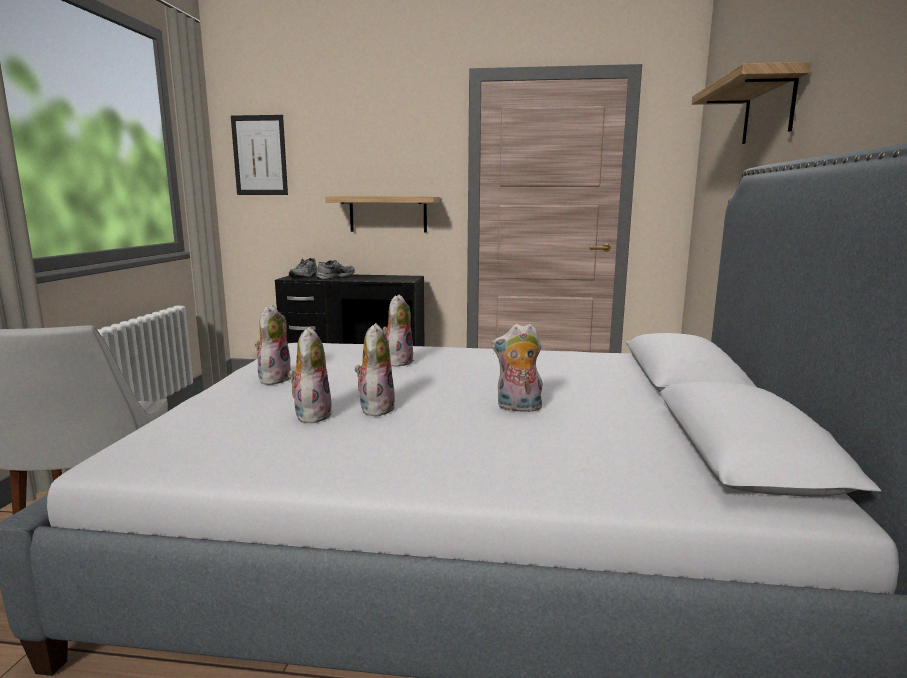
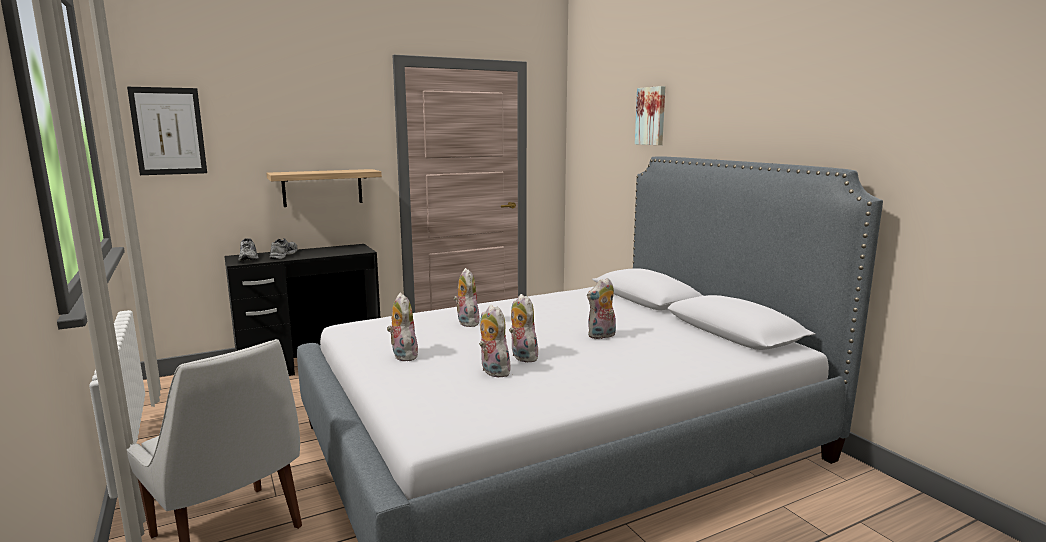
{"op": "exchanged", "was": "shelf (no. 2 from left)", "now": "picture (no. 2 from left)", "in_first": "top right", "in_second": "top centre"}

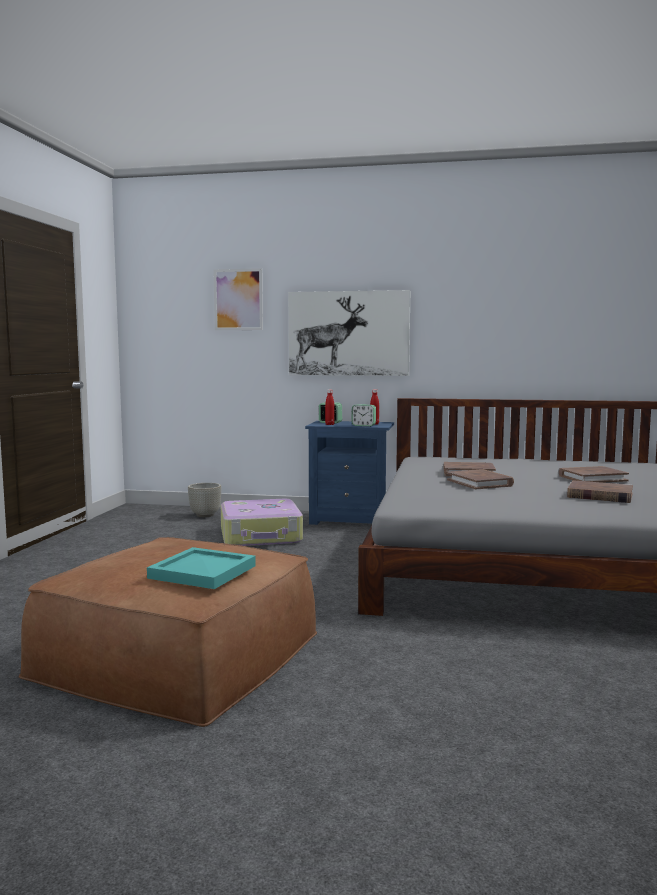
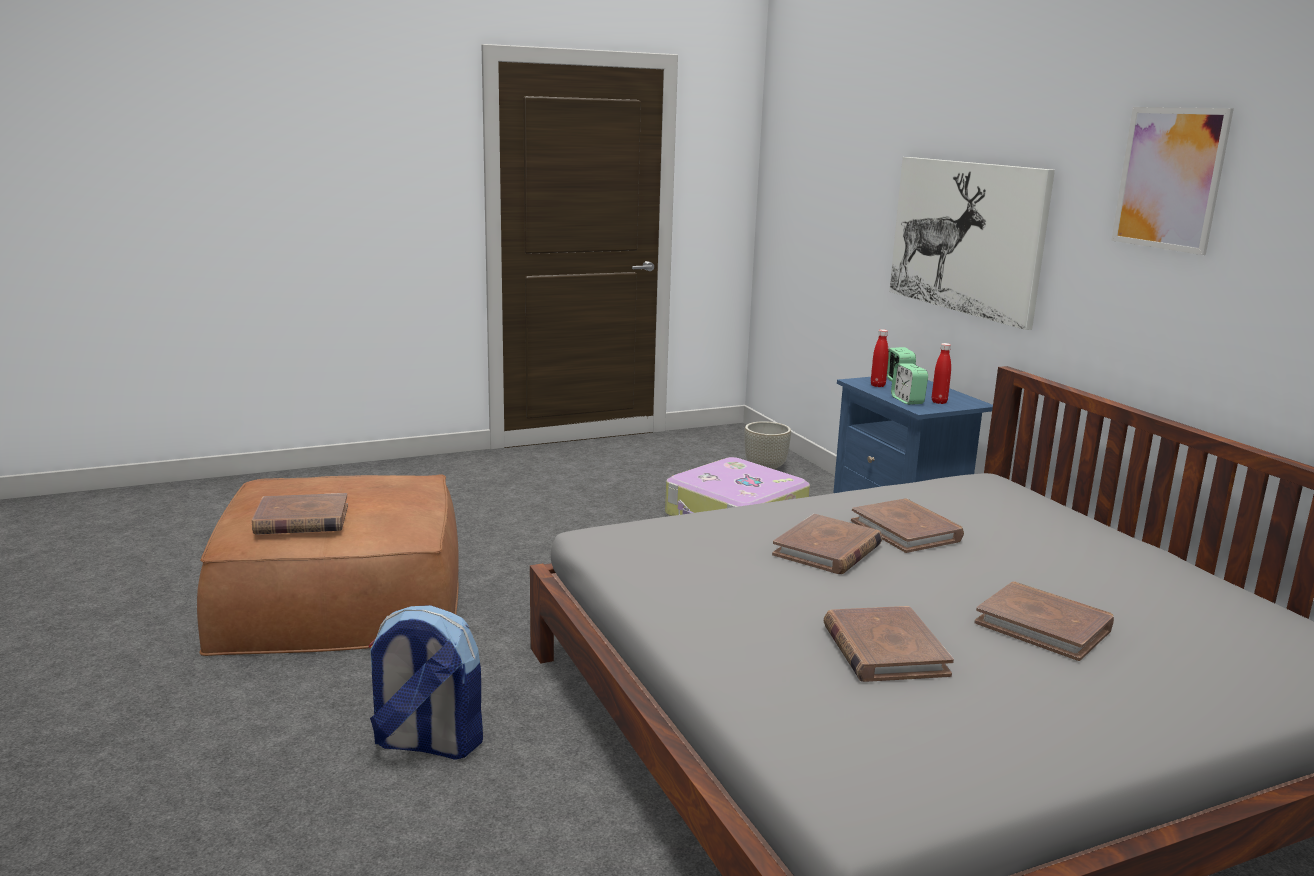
{"op": "exchanged", "was": "tray in turquoise", "now": "book in brown (no. 1 from left)", "in_first": "middle left", "in_second": "middle left"}
{"op": "appeared", "now": "backpack", "in_second": "bottom left"}
{"op": "relocated", "was": "picture (no. 1 from left in the first image)", "now": "picture (no. 2 from left)", "in_first": "centre", "in_second": "top right"}

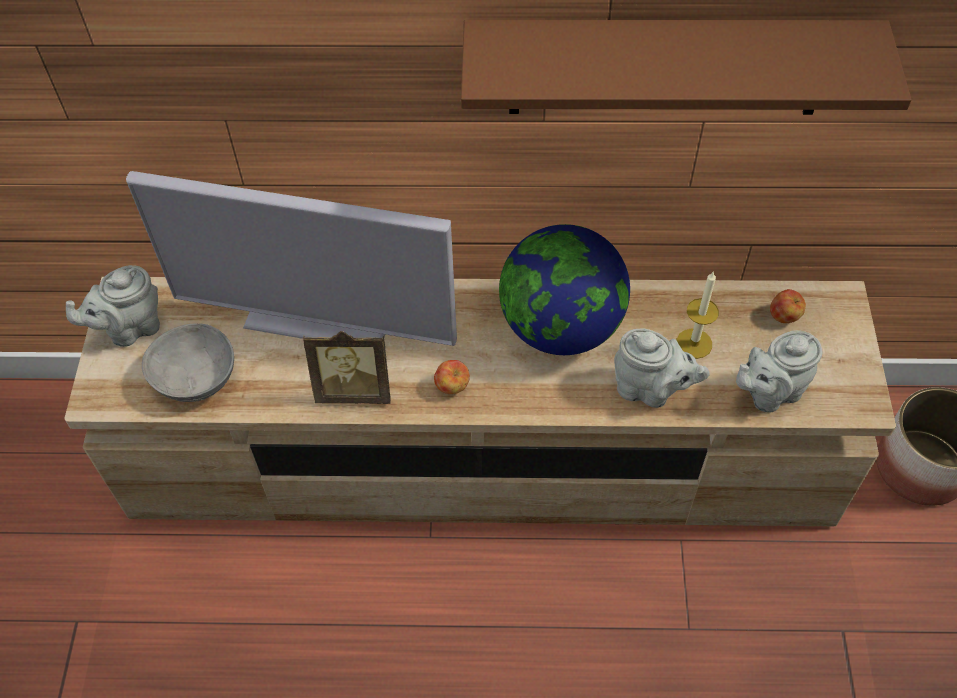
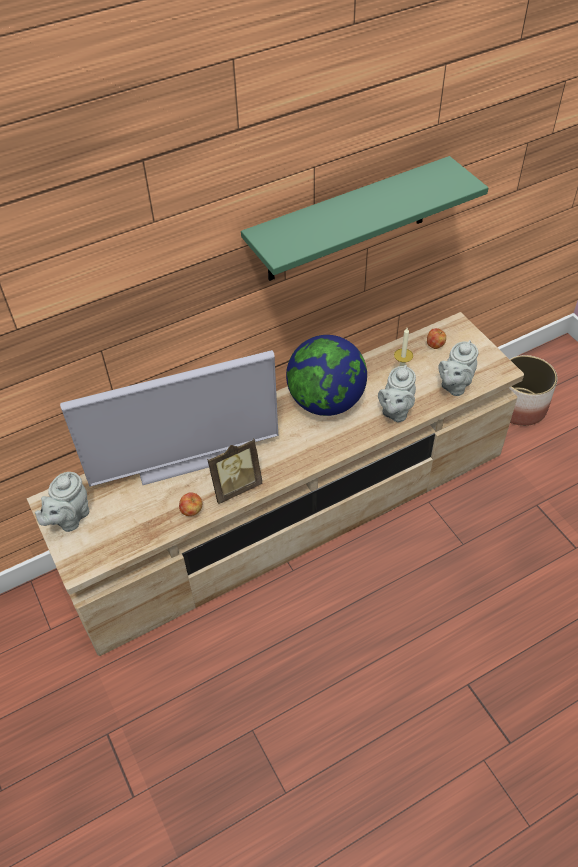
{"op": "relocated", "was": "apple (no. 1 from left)", "in_first": "centre", "in_second": "middle left"}
{"op": "colour", "was": "shelf in brown", "now": "shelf in green", "in_first": "top right", "in_second": "top centre"}
{"op": "spun", "was": "teapot in grey (no. 2 from left)", "in_first": "middle right", "in_second": "middle right", "clockwise": 120}
{"op": "missing", "was": "bowl in grey", "in_first": "middle left"}

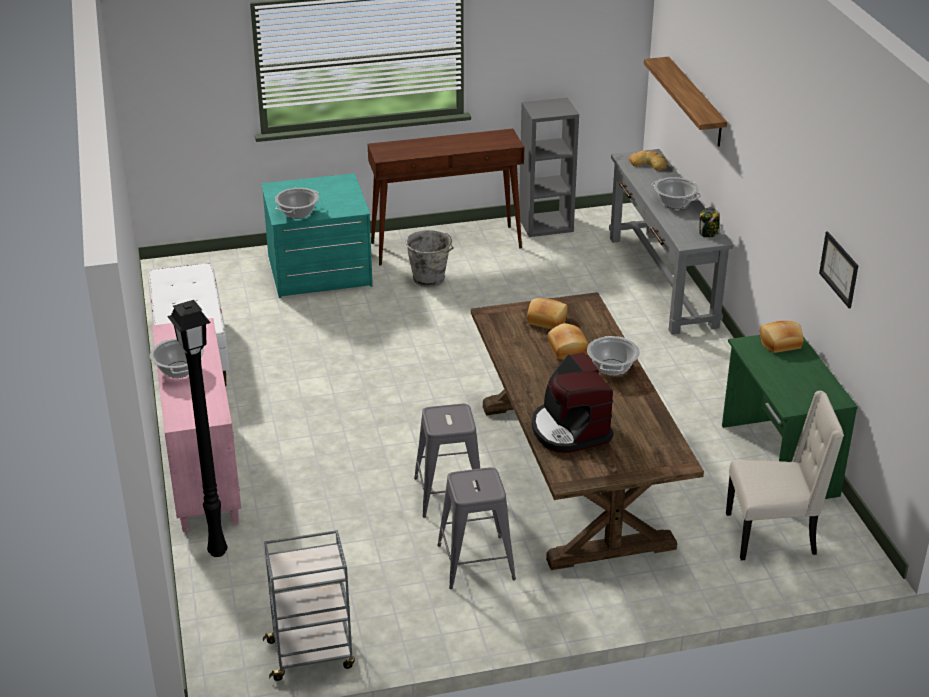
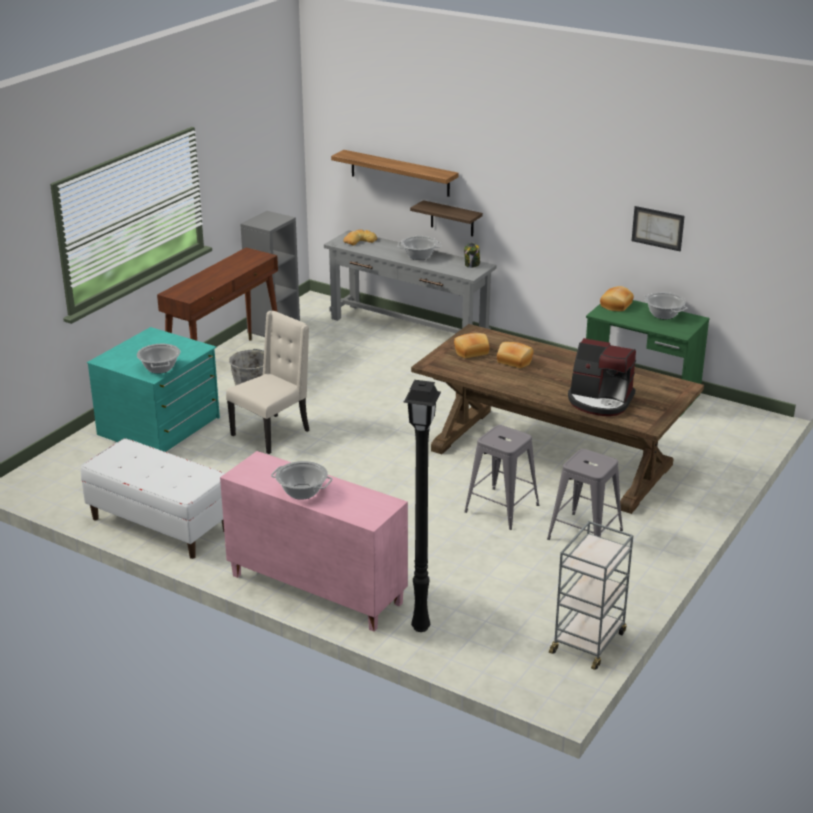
{"op": "relocated", "was": "chair in beige", "in_first": "bottom right", "in_second": "middle left"}
{"op": "appeared", "now": "shelf (no. 2 from left)", "in_second": "top centre"}
{"op": "relocated", "was": "cooking pot (no. 3 from left in the first image)", "now": "cooking pot (no. 4 from left)", "in_first": "centre", "in_second": "middle right"}

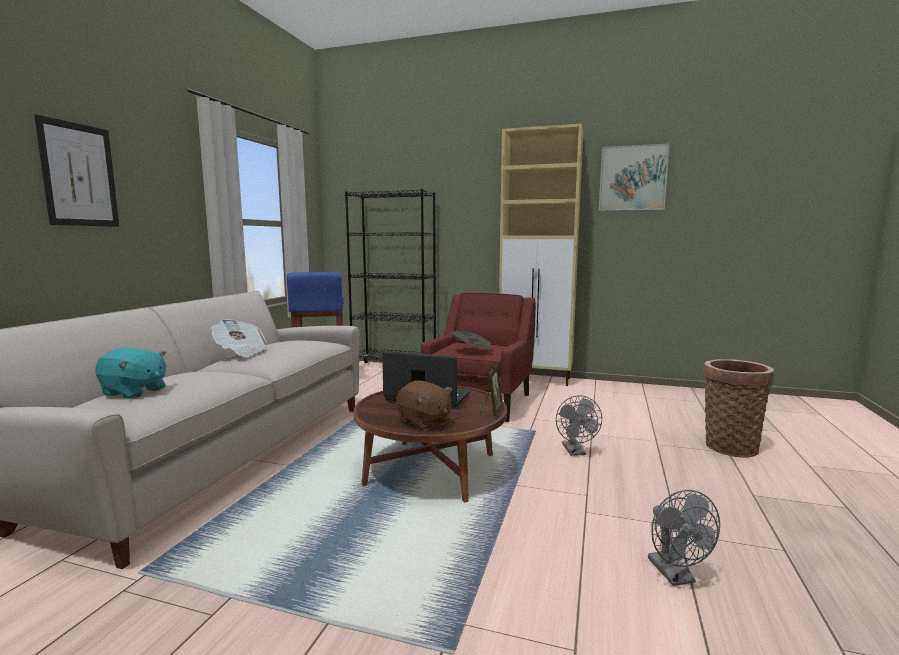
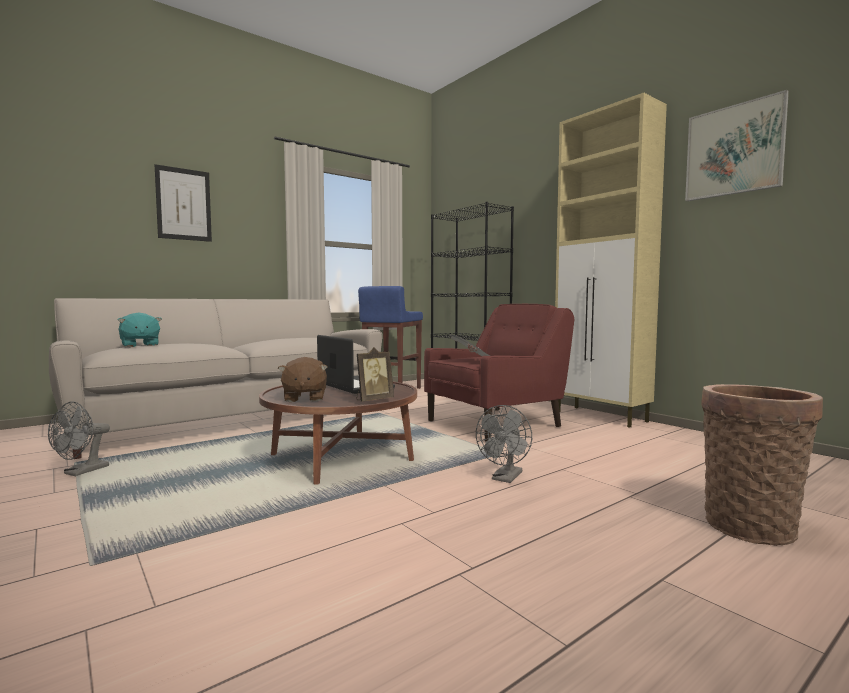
{"op": "relocated", "was": "fan in grey (no. 2 from left in the first image)", "now": "fan in grey (no. 1 from left)", "in_first": "bottom right", "in_second": "middle left"}
{"op": "missing", "was": "newspaper (no. 1 from left)", "in_first": "middle left"}

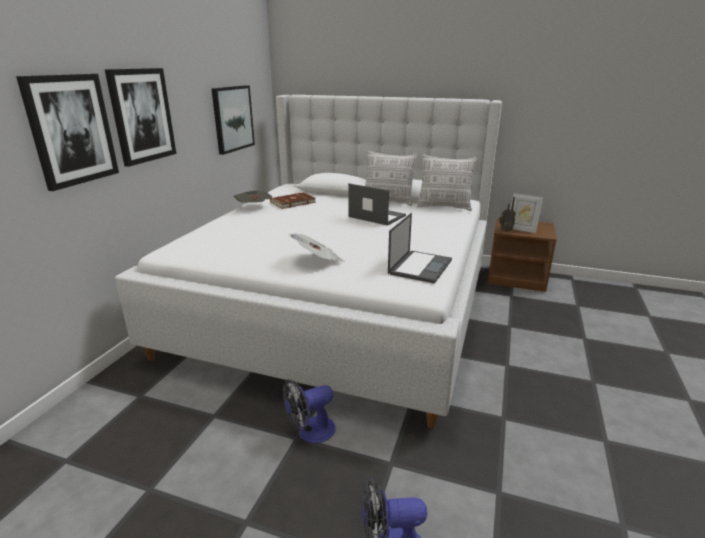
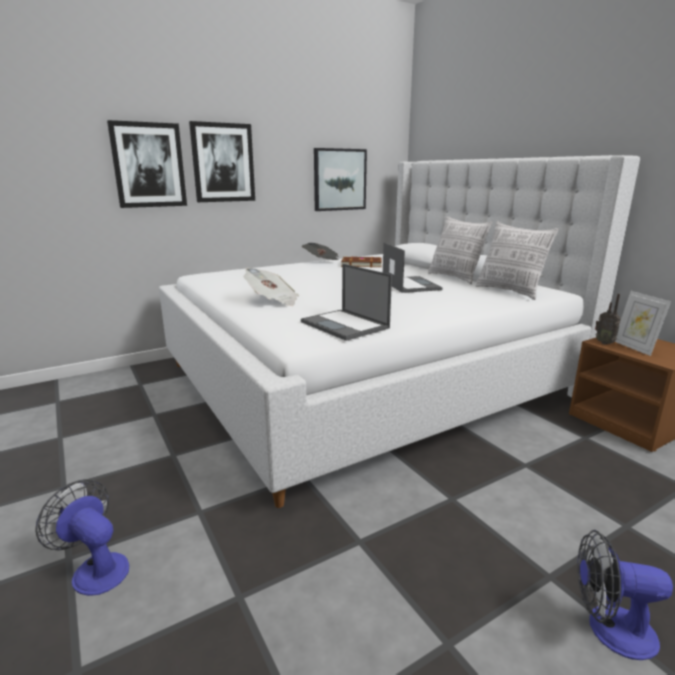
{"op": "spun", "was": "laptop (no. 2 from left in the first image)", "in_first": "centre", "in_second": "centre", "clockwise": 75}
{"op": "relocated", "was": "fan (no. 1 from left in the first image)", "now": "fan (no. 2 from left)", "in_first": "bottom centre", "in_second": "bottom right"}

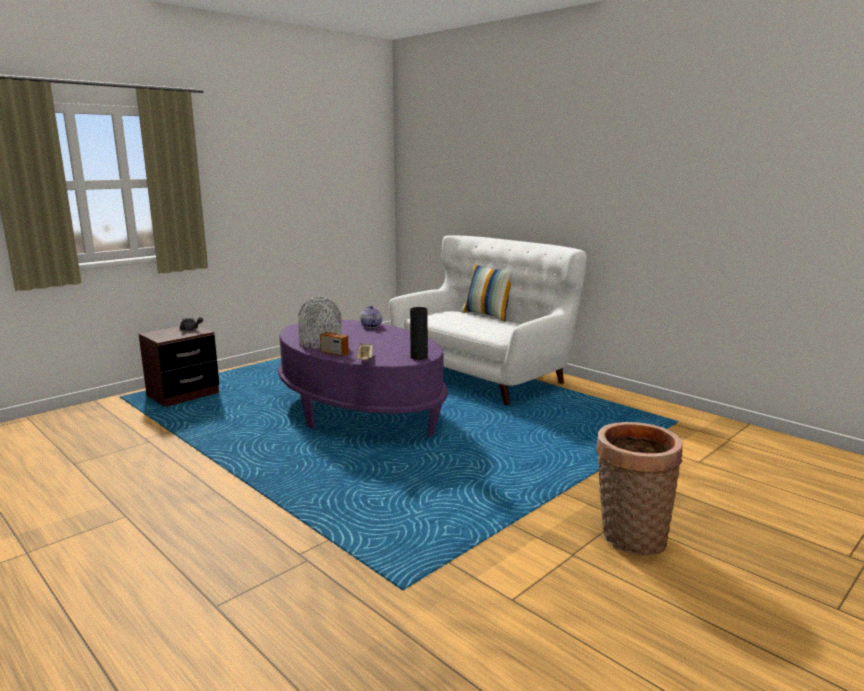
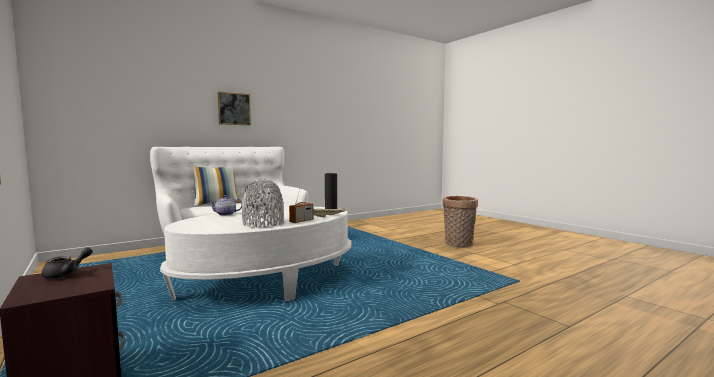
{"op": "colour", "was": "coffee table in purple", "now": "coffee table in white", "in_first": "centre", "in_second": "bottom centre"}
{"op": "appeared", "now": "picture", "in_second": "top left"}

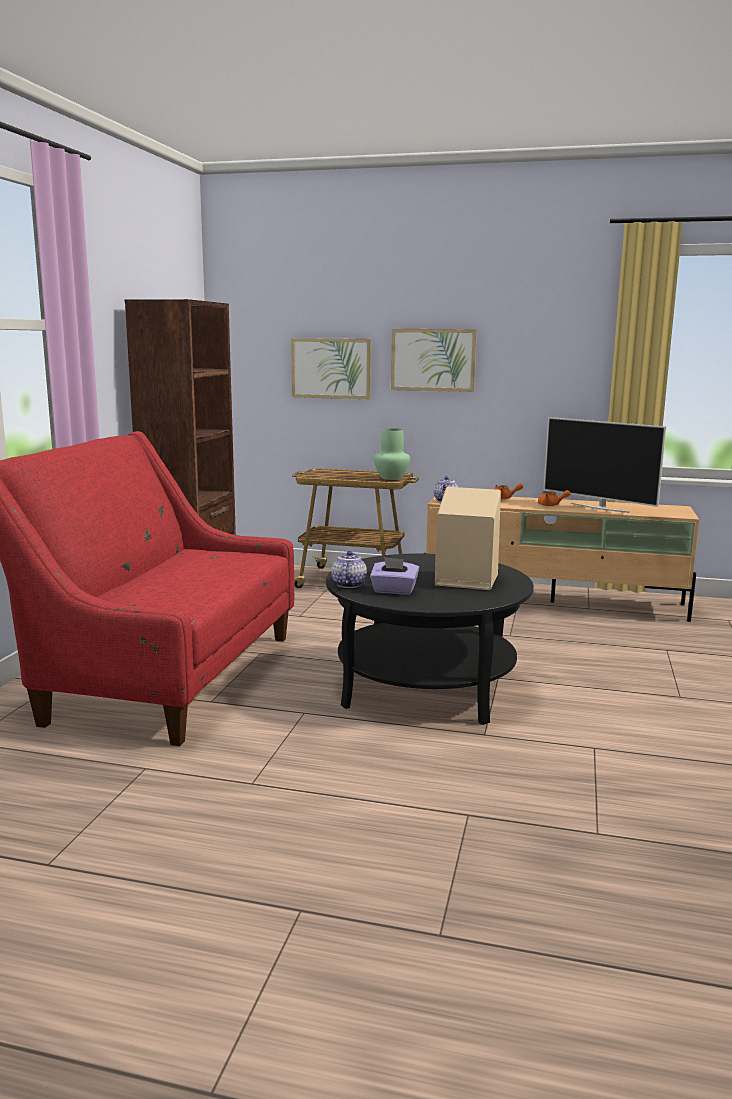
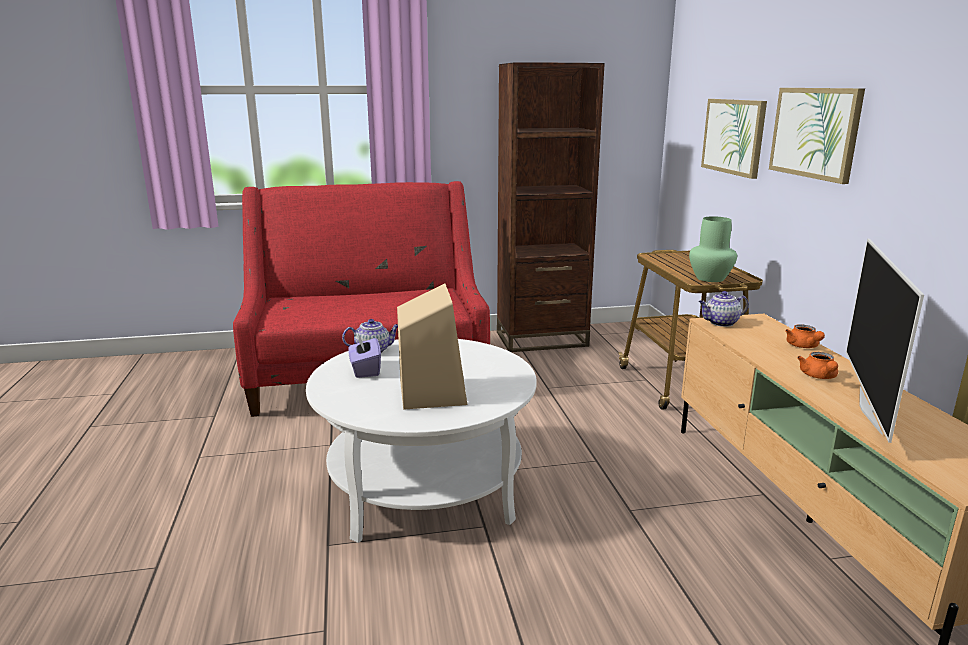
{"op": "colour", "was": "coffee table in black", "now": "coffee table in white", "in_first": "centre", "in_second": "bottom centre"}

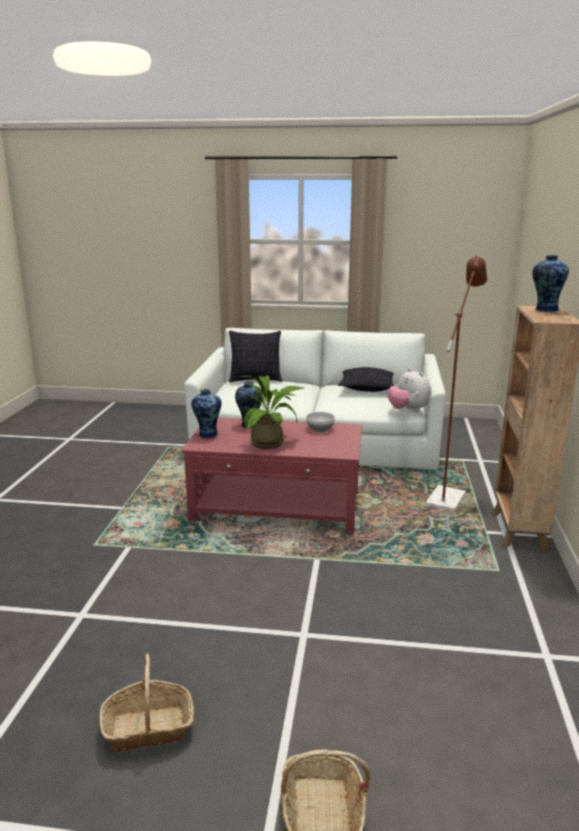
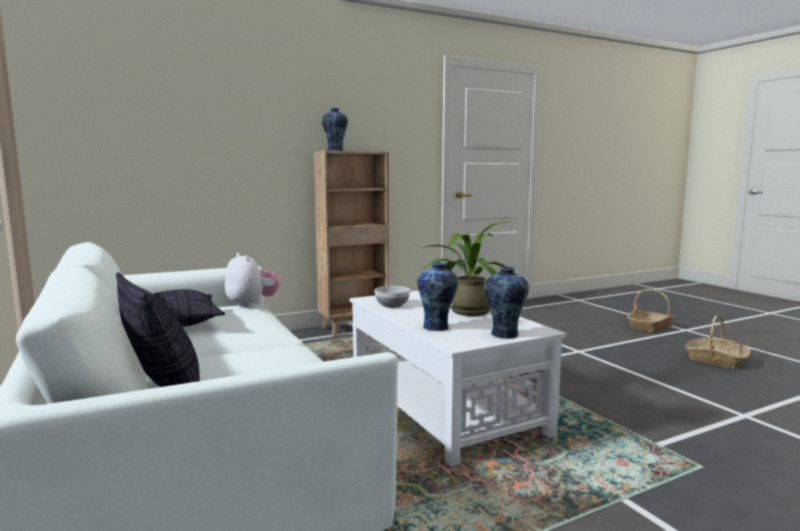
{"op": "spun", "was": "plush toy", "in_first": "middle right", "in_second": "middle left", "clockwise": -60}
{"op": "colour", "was": "coffee table in red", "now": "coffee table in white", "in_first": "centre", "in_second": "bottom centre"}
{"op": "missing", "was": "floor lamp in brown", "in_first": "middle right"}

